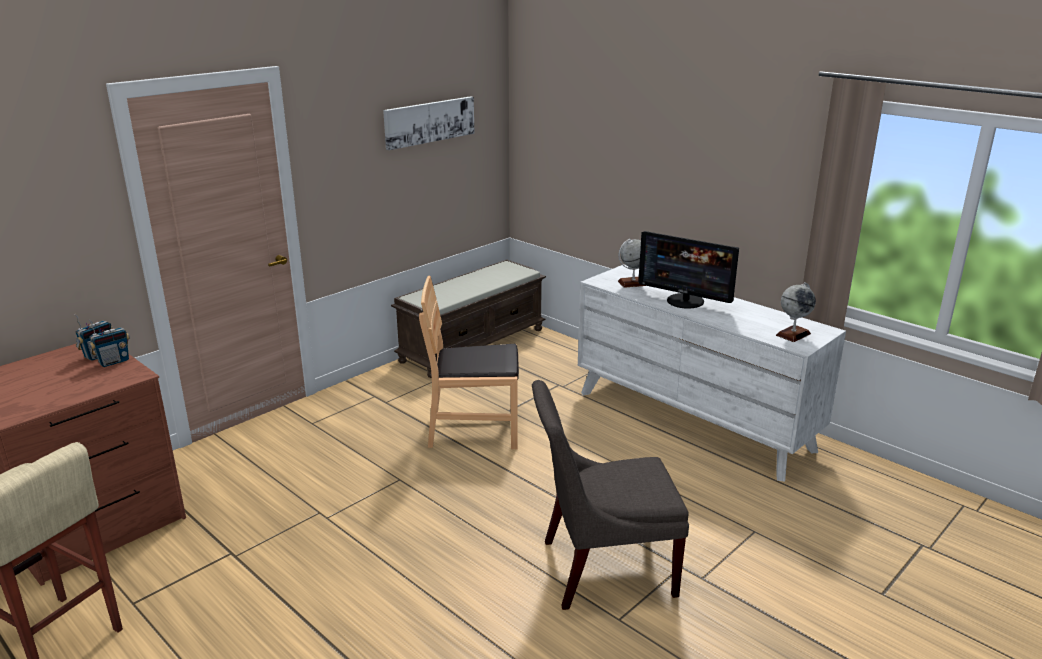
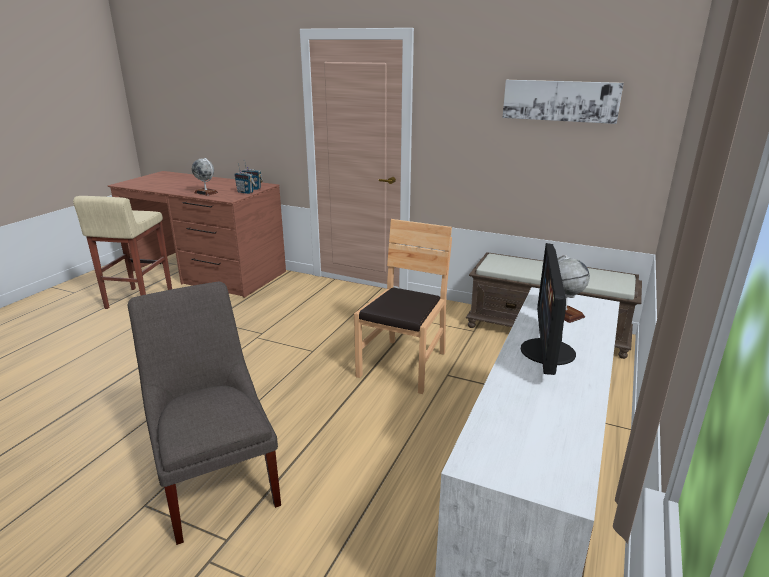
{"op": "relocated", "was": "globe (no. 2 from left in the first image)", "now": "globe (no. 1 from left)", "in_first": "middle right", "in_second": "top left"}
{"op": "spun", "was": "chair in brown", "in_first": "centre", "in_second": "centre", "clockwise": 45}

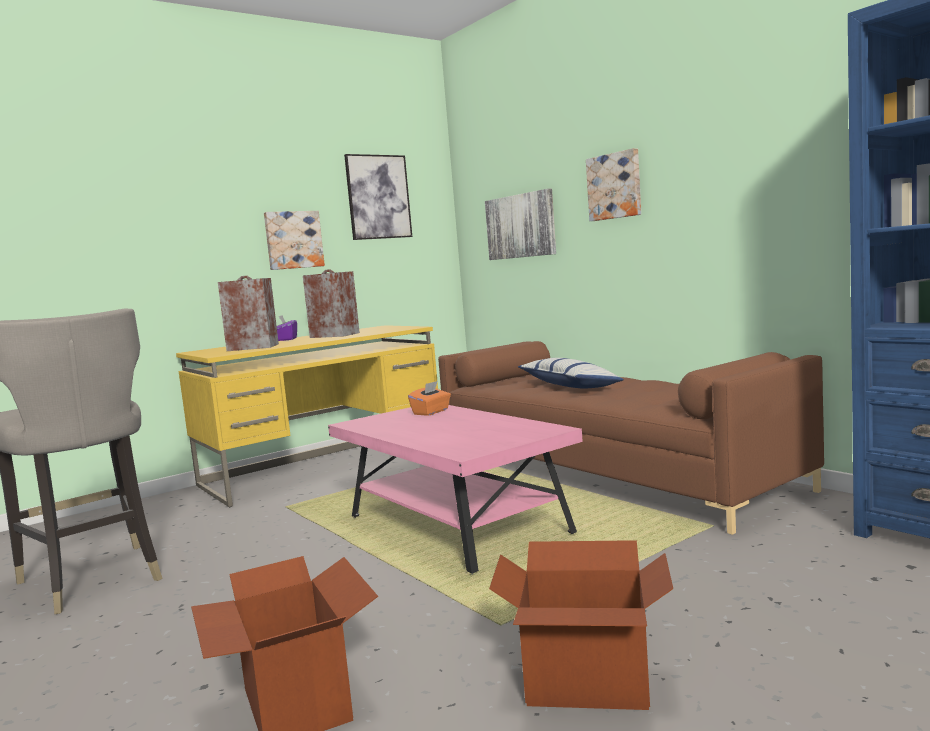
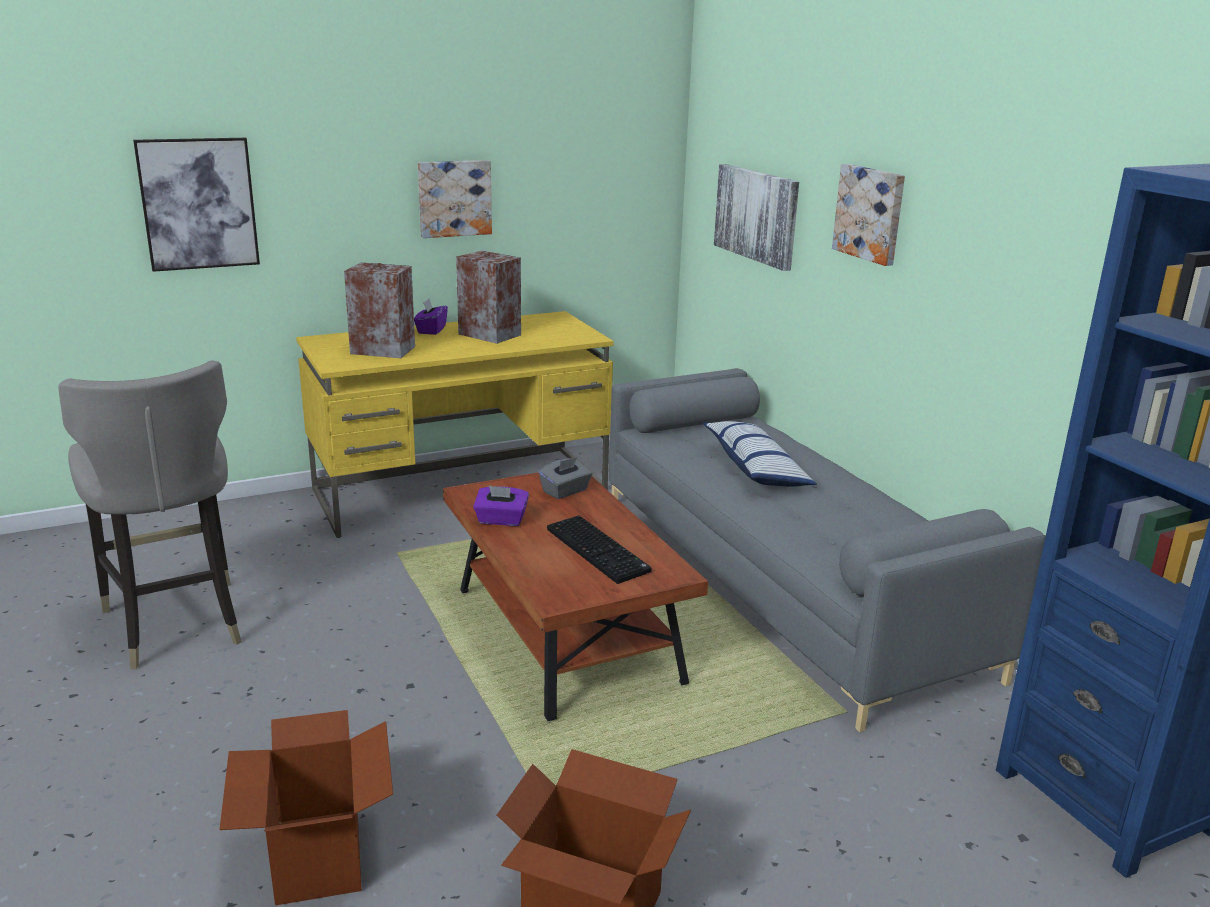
{"op": "relocated", "was": "picture (no. 2 from left in the first image)", "now": "picture (no. 1 from left)", "in_first": "top centre", "in_second": "top left"}
{"op": "colour", "was": "coffee table in pink", "now": "coffee table in brown", "in_first": "bottom centre", "in_second": "centre"}
{"op": "appeared", "now": "tissue box in purple (no. 2 from left)", "in_second": "centre"}
{"op": "colour", "was": "tissue box in orange", "now": "tissue box in grey", "in_first": "centre", "in_second": "centre"}
{"op": "appeared", "now": "keyboard", "in_second": "centre"}
{"op": "colour", "was": "sofa in brown", "now": "sofa in grey", "in_first": "middle right", "in_second": "middle right"}

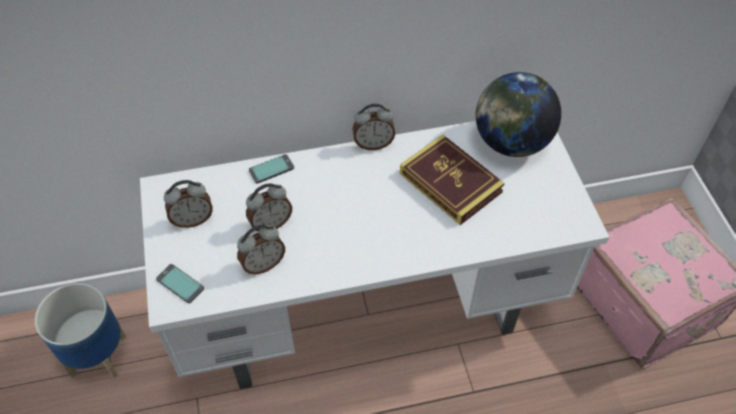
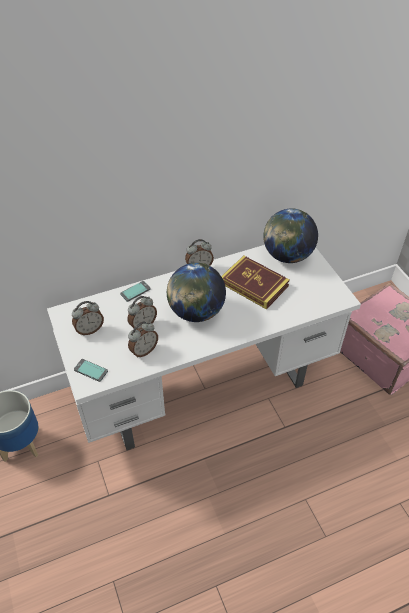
{"op": "appeared", "now": "globe (no. 1 from left)", "in_second": "centre"}

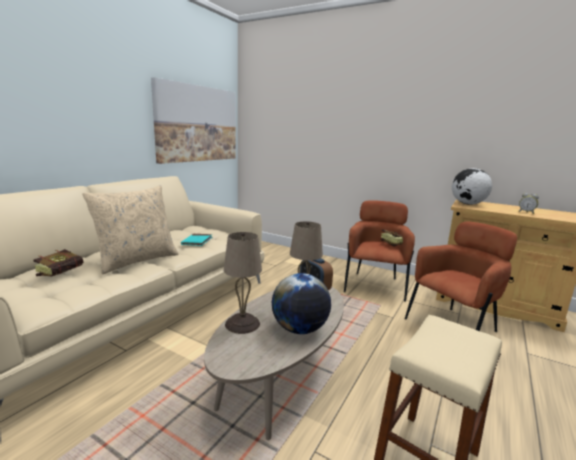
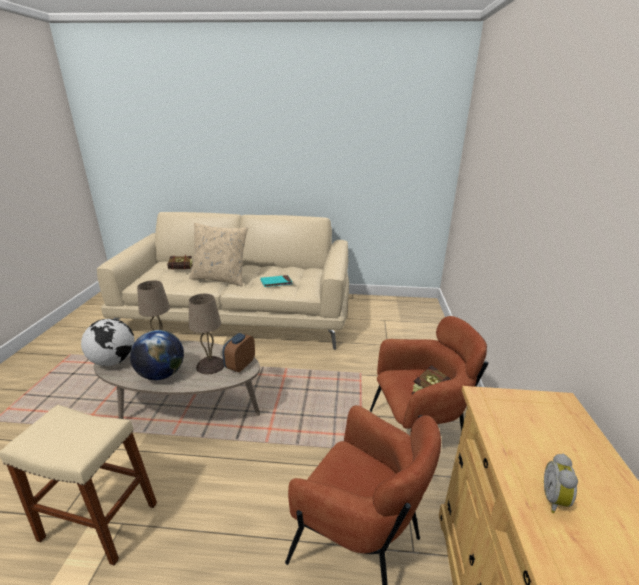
{"op": "relocated", "was": "globe (no. 2 from left in the first image)", "now": "globe (no. 1 from left)", "in_first": "middle right", "in_second": "middle left"}
{"op": "missing", "was": "picture", "in_first": "top centre"}

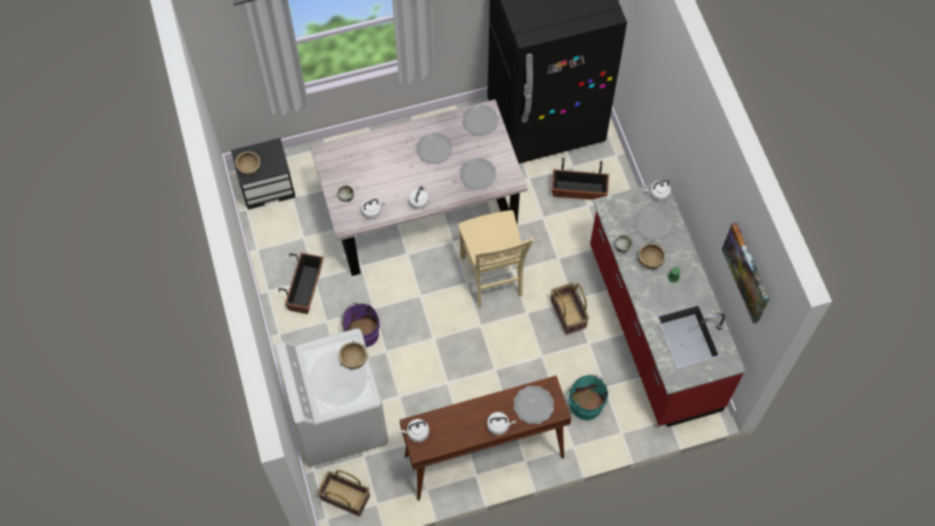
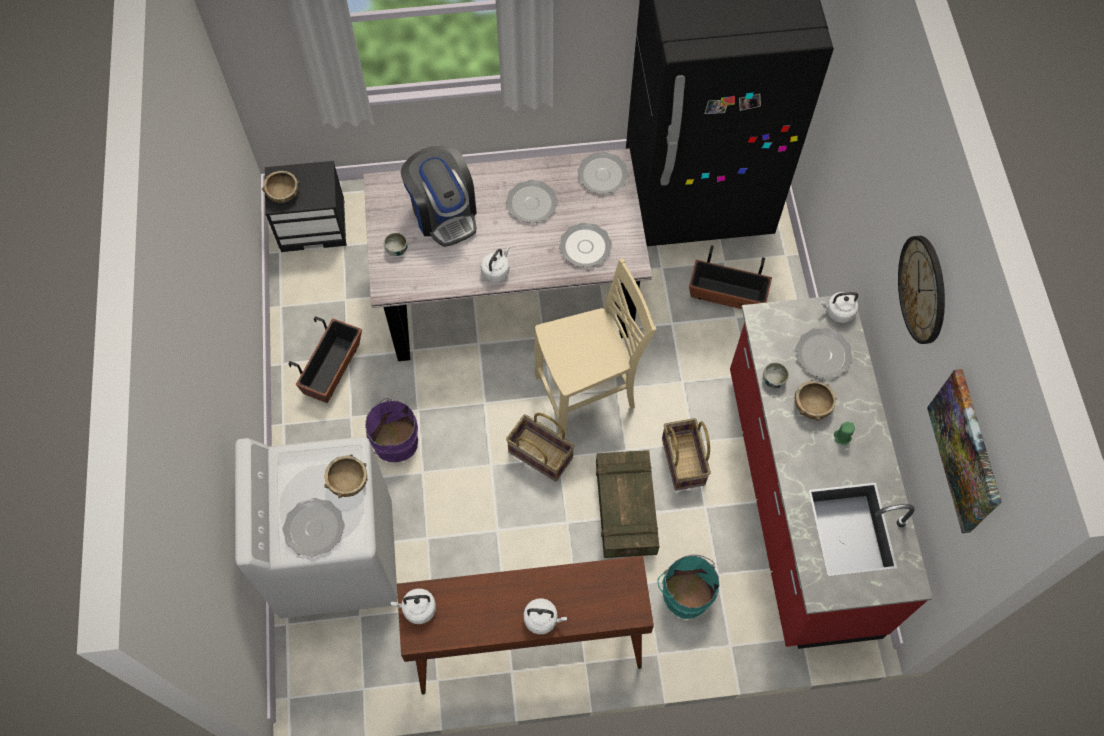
{"op": "relocated", "was": "plate (no. 4 from left in the first image)", "now": "plate (no. 1 from left)", "in_first": "bottom centre", "in_second": "bottom left"}
{"op": "appeared", "now": "coffee machine", "in_second": "top centre"}
{"op": "relocated", "was": "basket (no. 1 from left)", "in_first": "bottom centre", "in_second": "centre"}
{"op": "spun", "was": "chair in beige", "in_first": "centre", "in_second": "centre", "clockwise": -105}
{"op": "appeared", "now": "crate", "in_second": "bottom centre"}
{"op": "appeared", "now": "wall clock", "in_second": "middle right"}
{"op": "missing", "was": "kettle in white (no. 1 from left)", "in_first": "centre"}

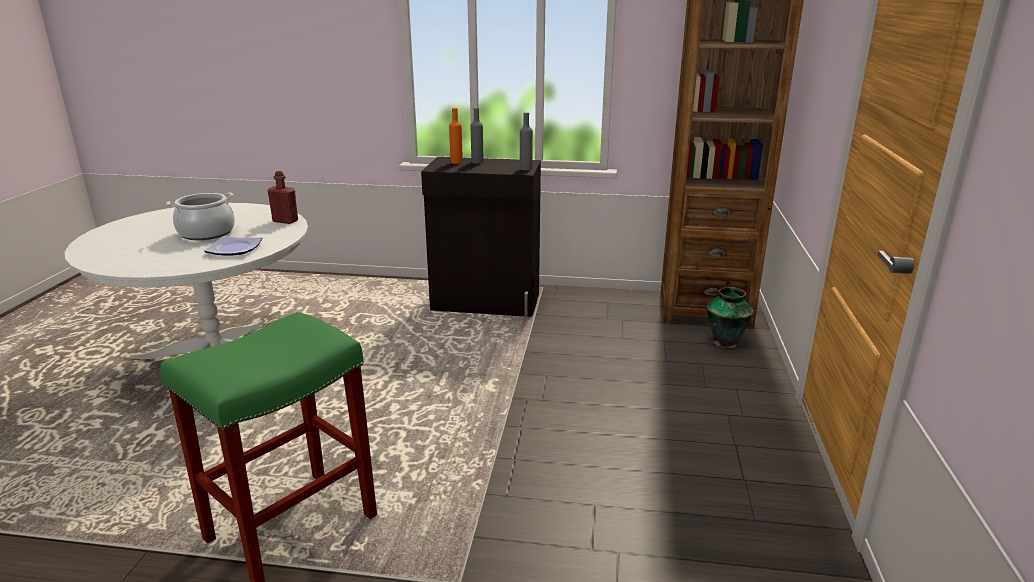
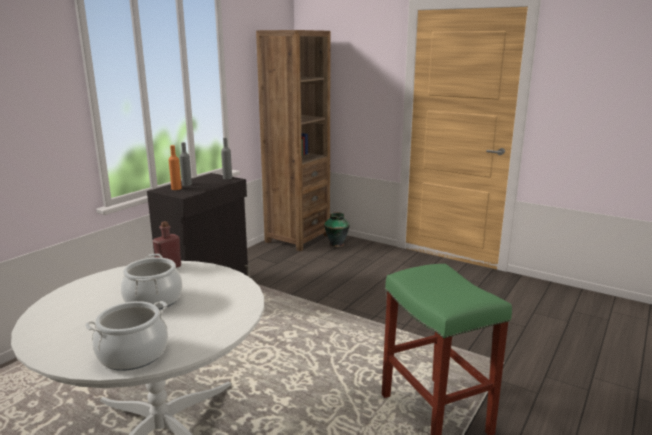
{"op": "appeared", "now": "cooking pot (no. 1 from left)", "in_second": "bottom left"}
{"op": "missing", "was": "plate", "in_first": "middle left"}

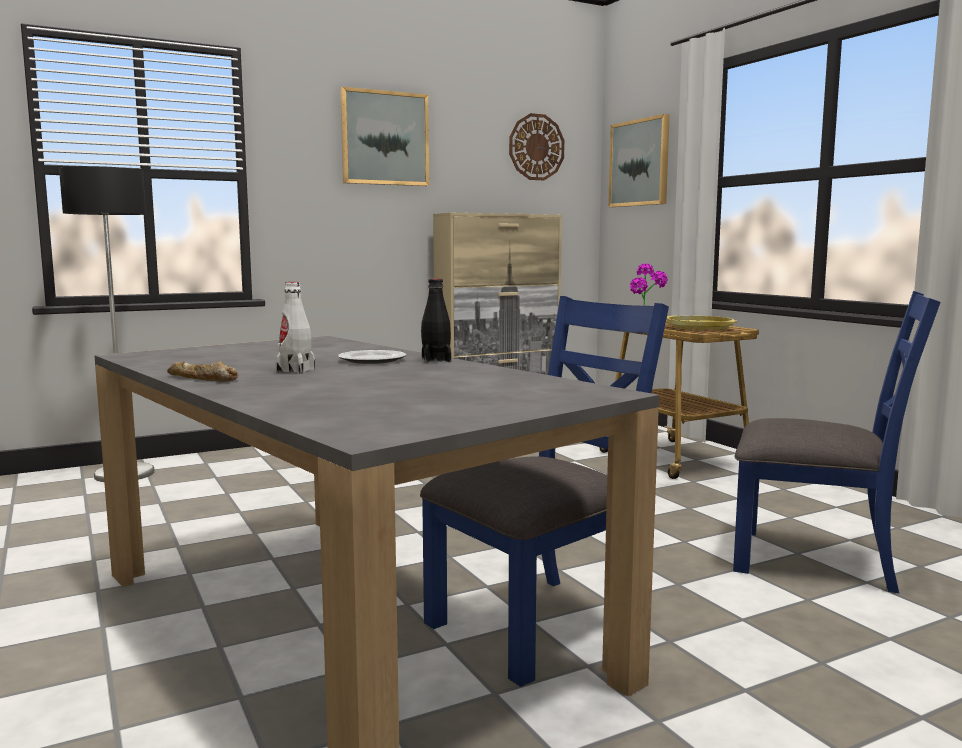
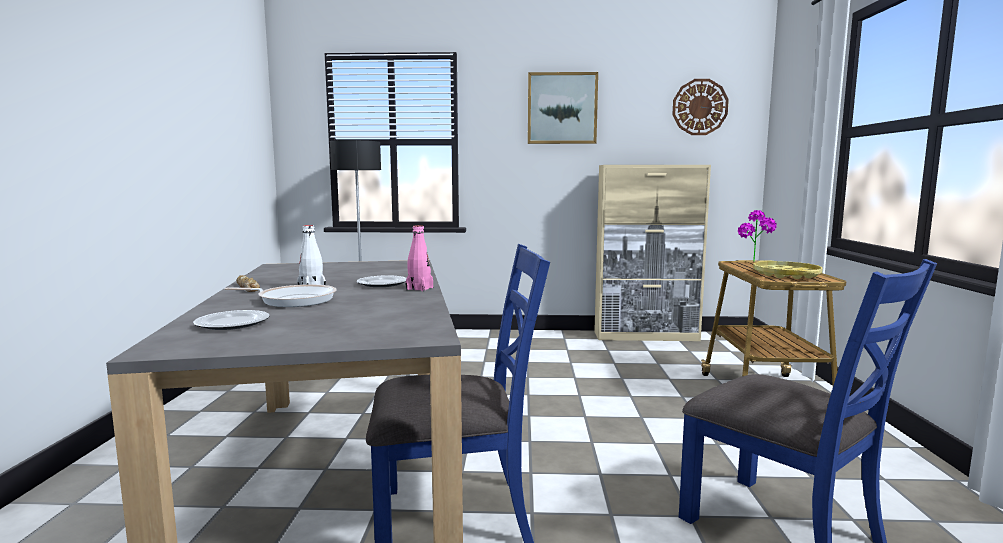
{"op": "appeared", "now": "plate (no. 1 from left)", "in_second": "middle left"}
{"op": "appeared", "now": "frying pan", "in_second": "middle left"}
{"op": "colour", "was": "bottle in black", "now": "bottle in pink", "in_first": "centre", "in_second": "centre"}
{"op": "missing", "was": "picture (no. 2 from left)", "in_first": "top centre"}

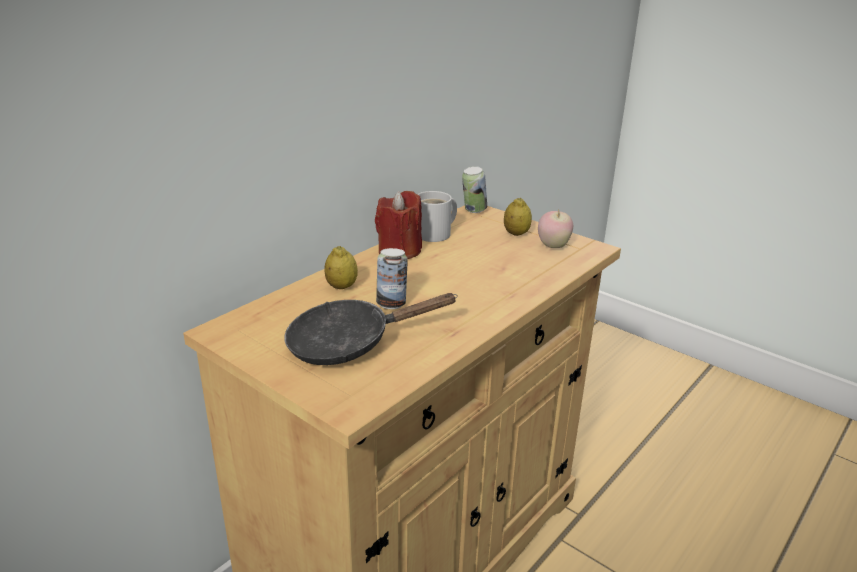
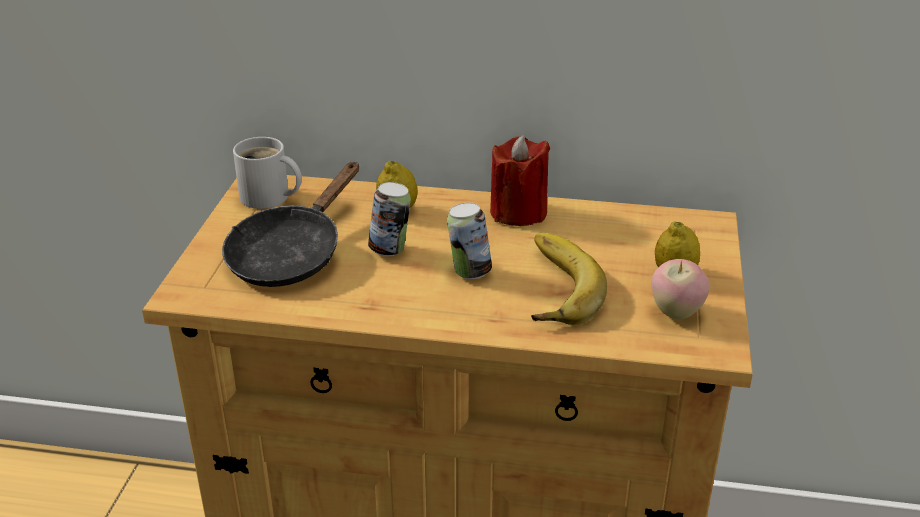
{"op": "spun", "was": "frying pan in black", "in_first": "centre", "in_second": "middle left", "clockwise": -105}
{"op": "relocated", "was": "mug in white", "in_first": "centre", "in_second": "middle left"}
{"op": "relocated", "was": "can (no. 2 from left)", "in_first": "top centre", "in_second": "centre"}
{"op": "appeared", "now": "banana", "in_second": "centre"}

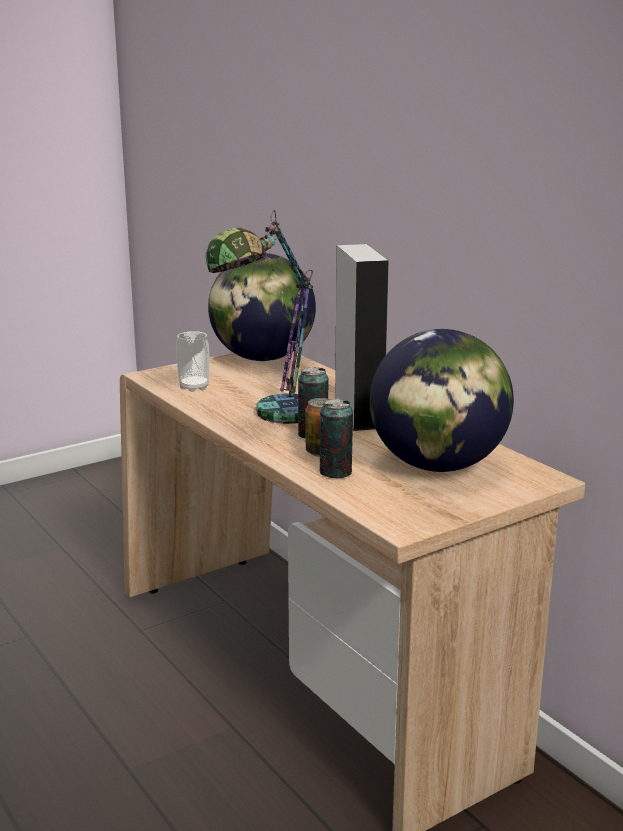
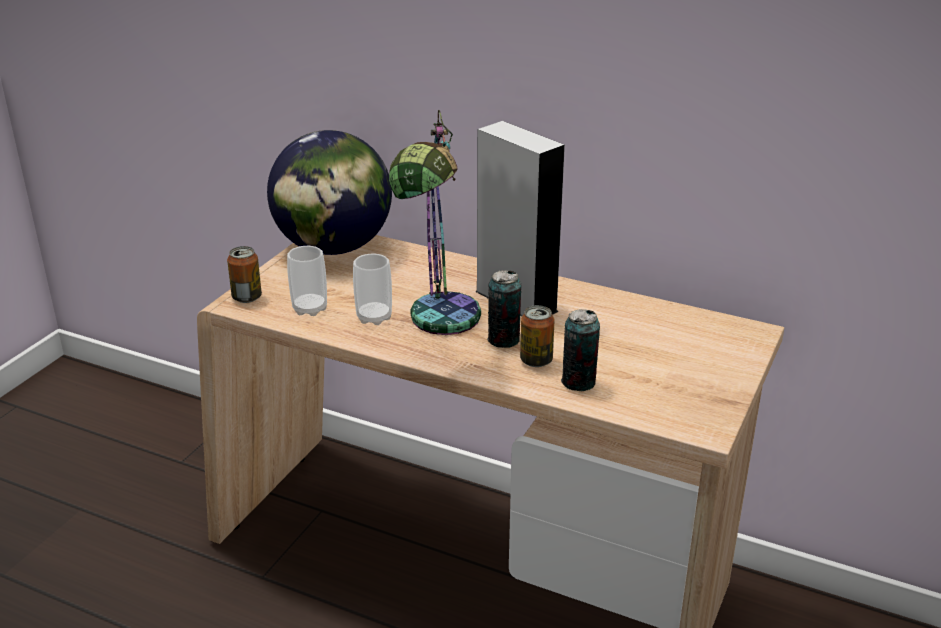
{"op": "appeared", "now": "can (no. 1 from left)", "in_second": "middle left"}
{"op": "appeared", "now": "cup (no. 2 from left)", "in_second": "centre"}
{"op": "missing", "was": "globe (no. 2 from left)", "in_first": "middle right"}

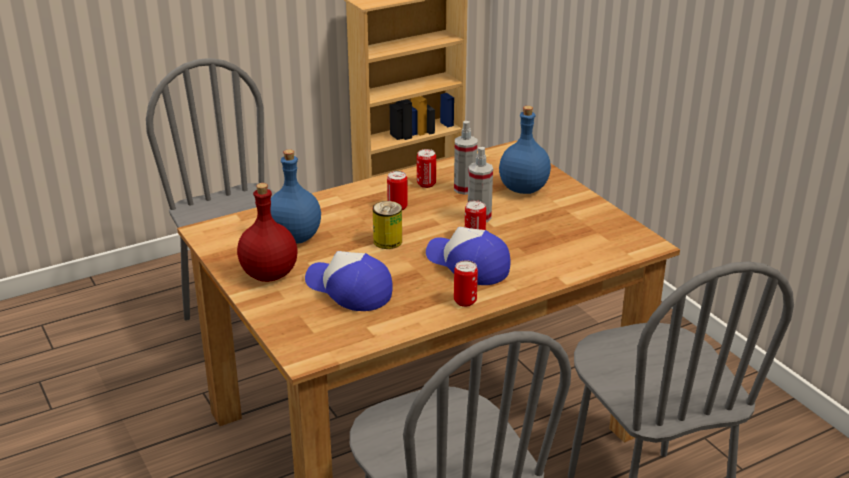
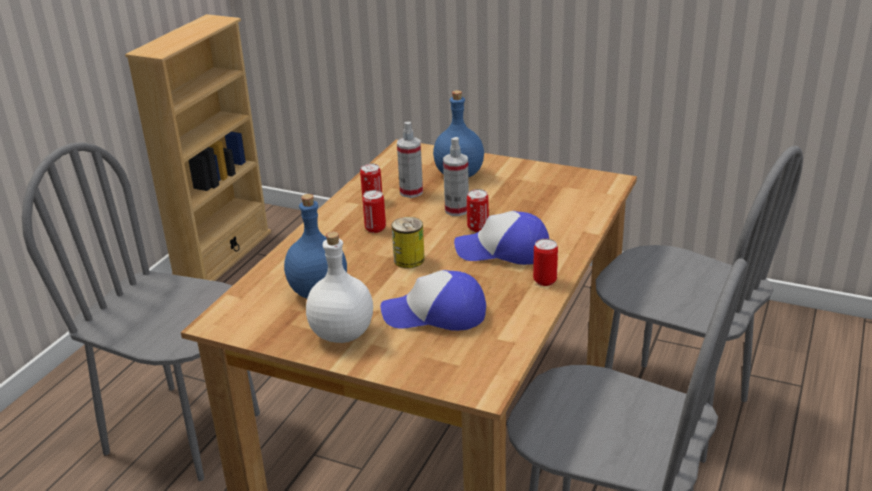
{"op": "colour", "was": "bottle in red", "now": "bottle in white", "in_first": "middle left", "in_second": "centre"}

